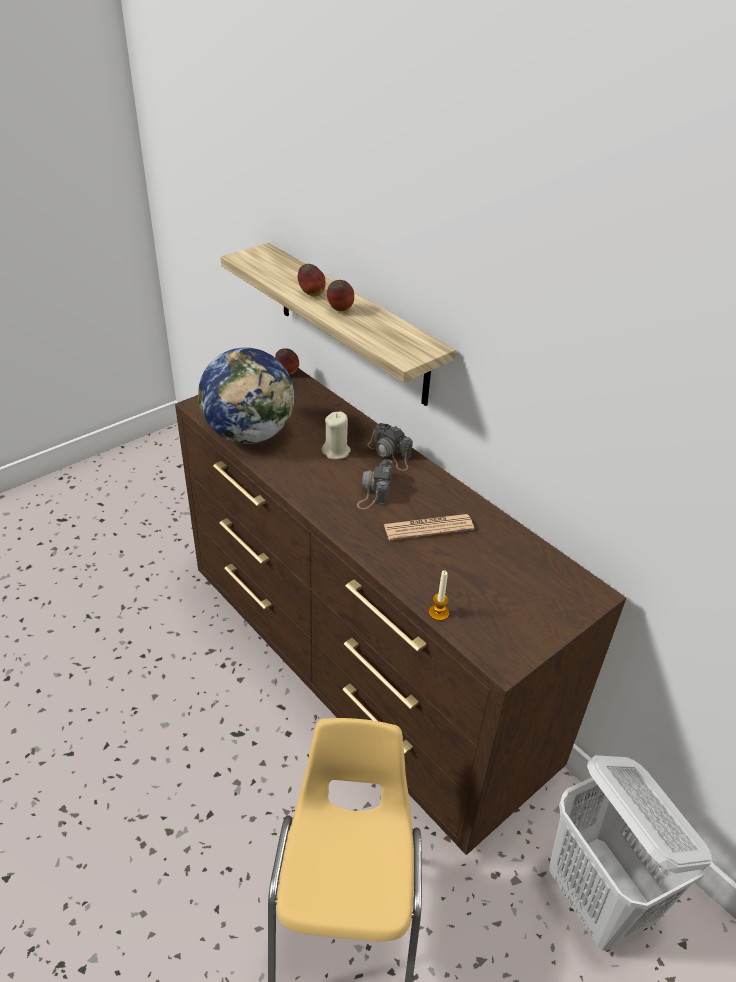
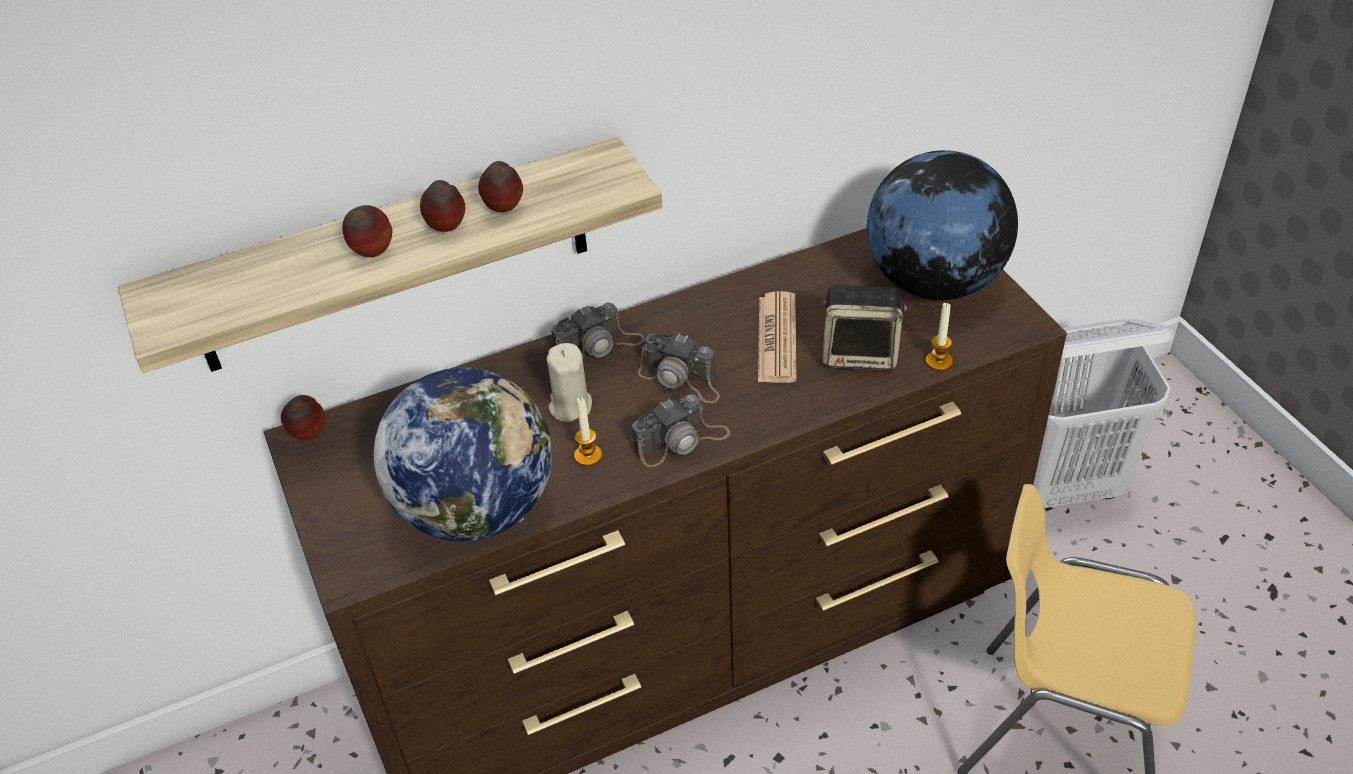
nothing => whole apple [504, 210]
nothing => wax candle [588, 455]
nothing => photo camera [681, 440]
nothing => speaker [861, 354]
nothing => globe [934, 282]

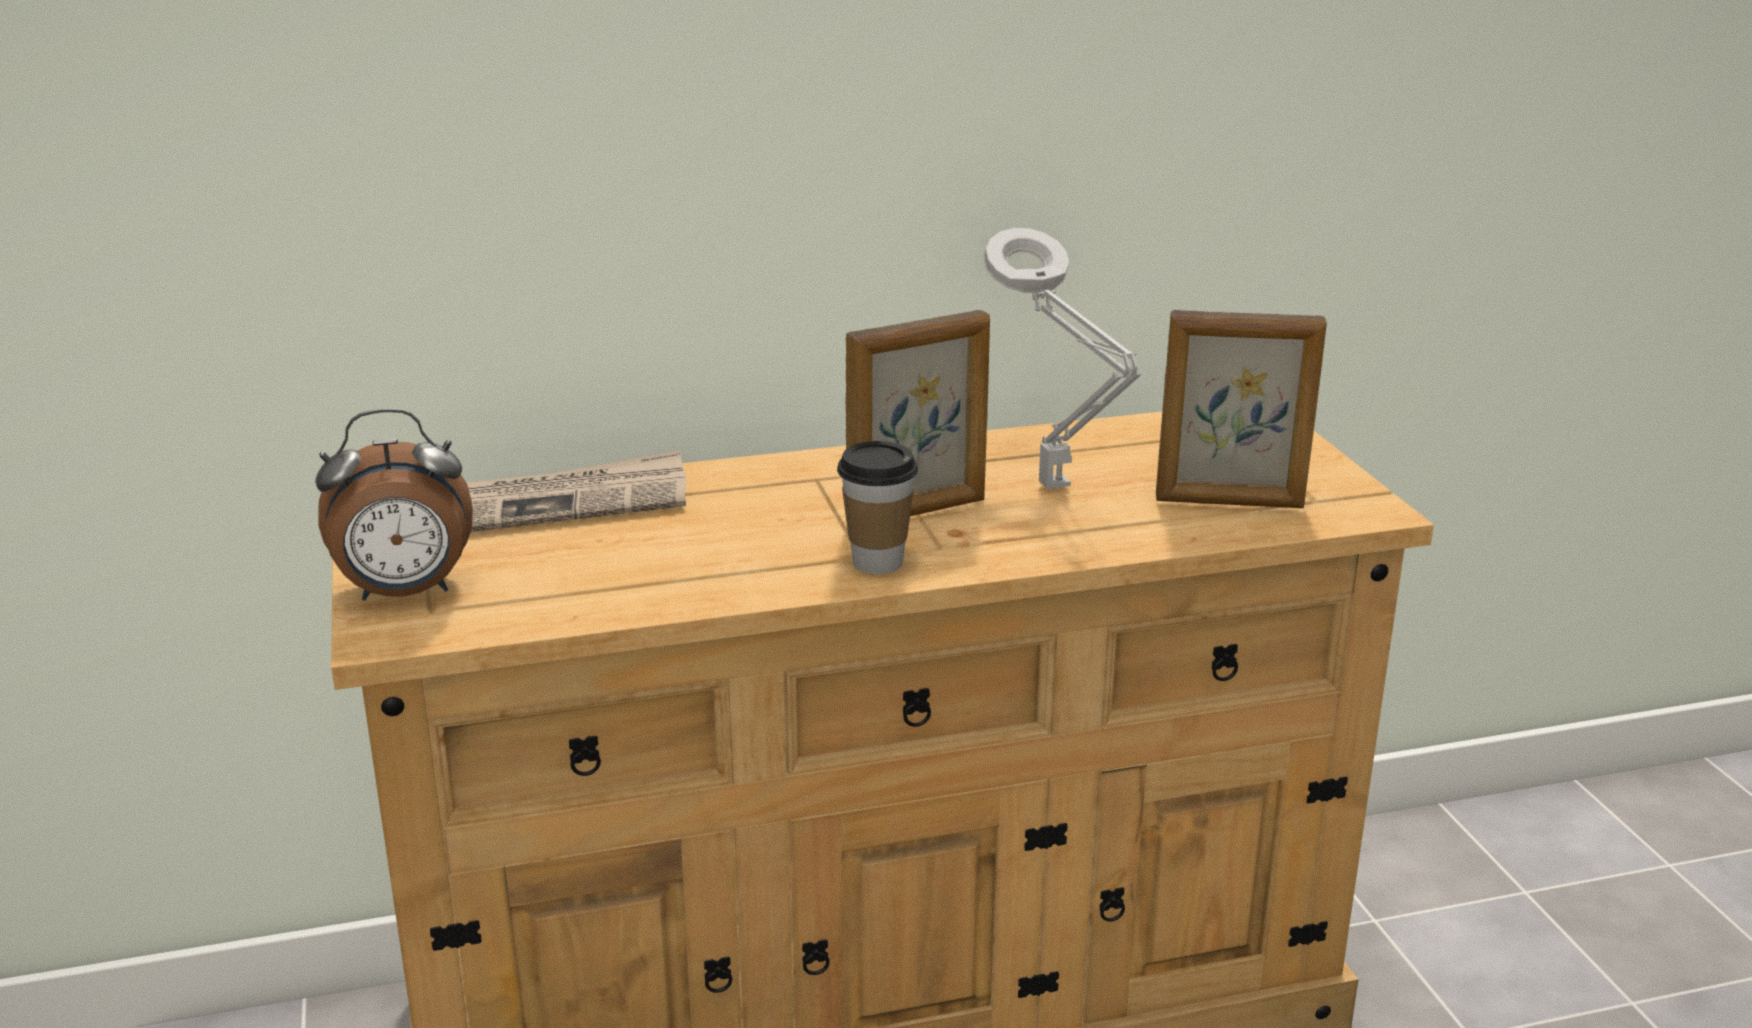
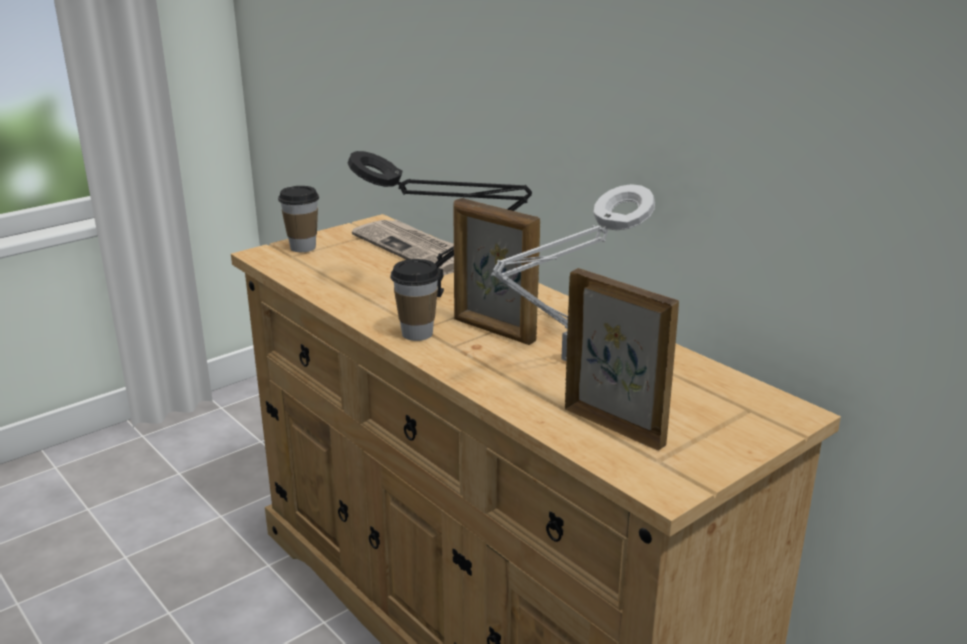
table clock [405, 593] => cup [303, 247]
photo frame [1229, 502] => photo frame [614, 426], 150 degrees clockwise
nothing => blackish tabletop lamp [441, 296]

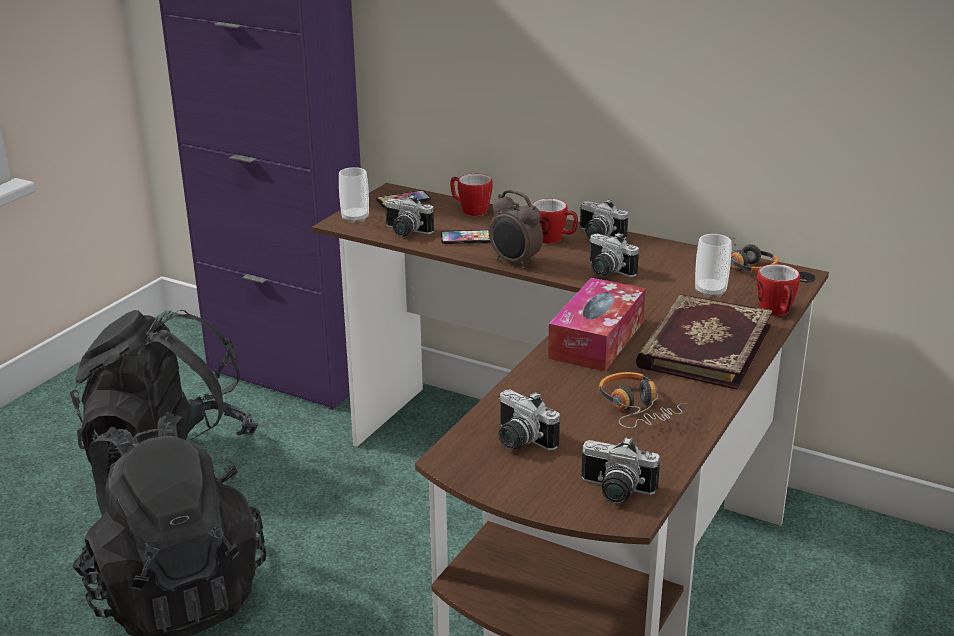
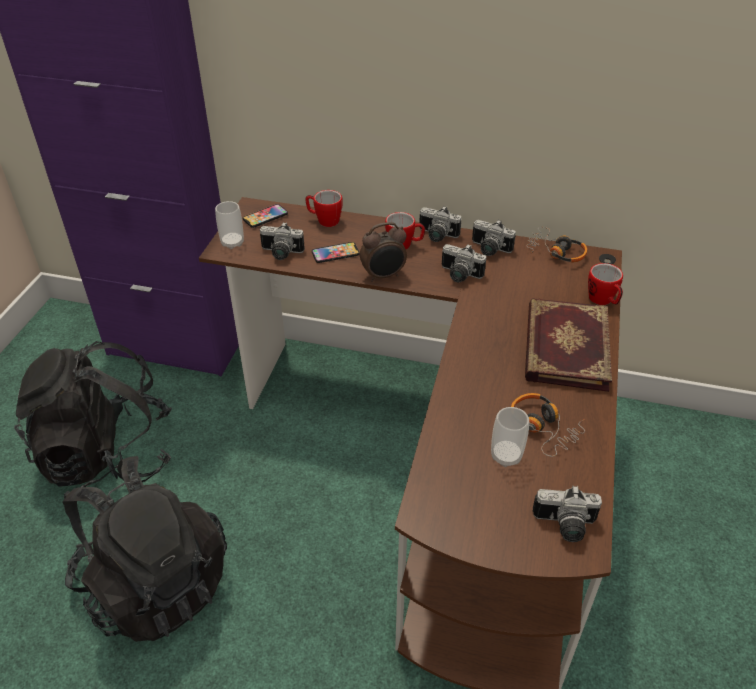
table clock [514, 263] => table clock [383, 276], 45 degrees counterclockwise
photo camera [519, 441] => photo camera [489, 250], shifted
tissue box [597, 339] => nothing
cup [710, 291] => cup [506, 456], shifted

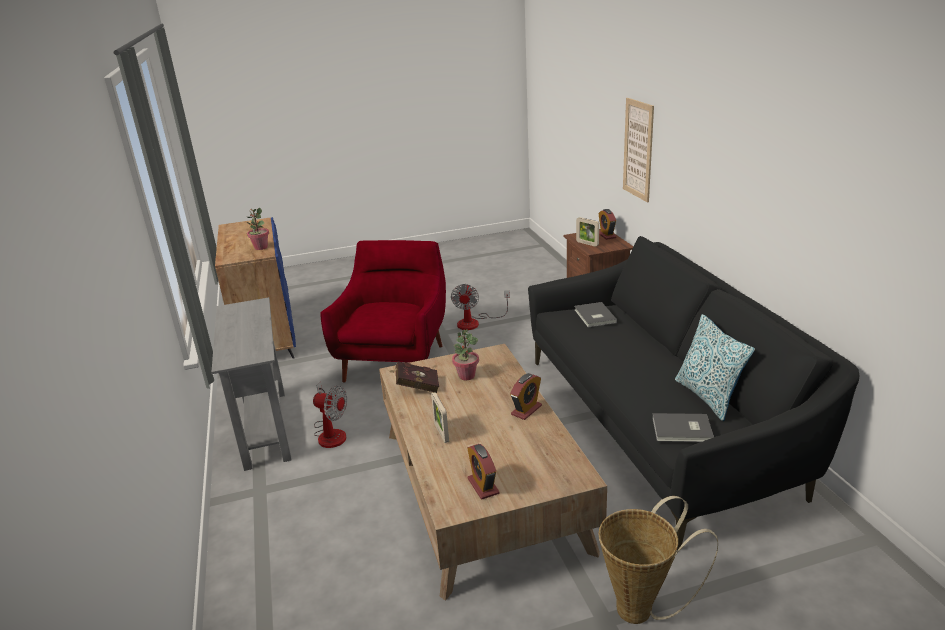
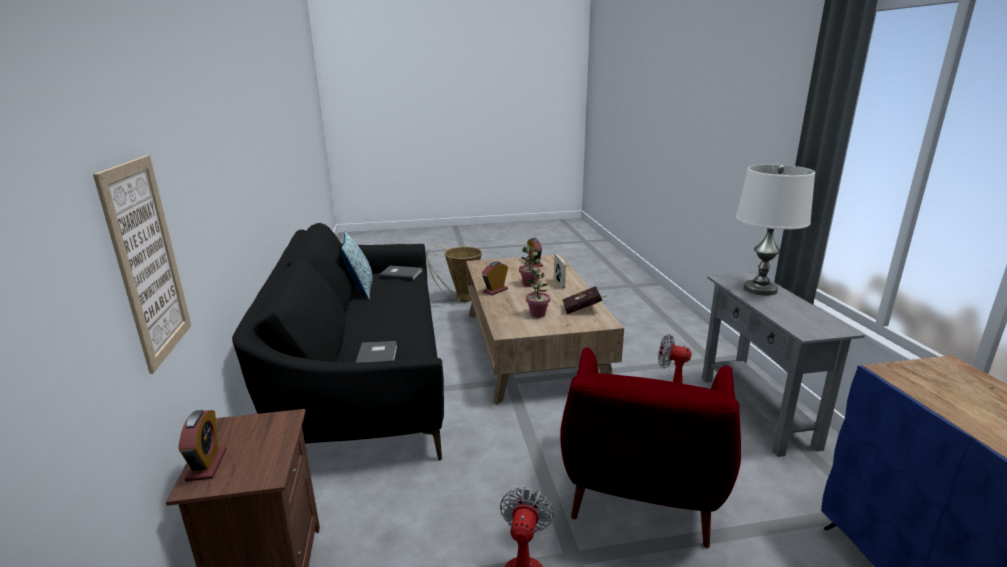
potted plant [261, 247] => potted plant [529, 284], shifted
photo frame [587, 243] => nothing
nothing => whitish tabletop lamp [760, 289]

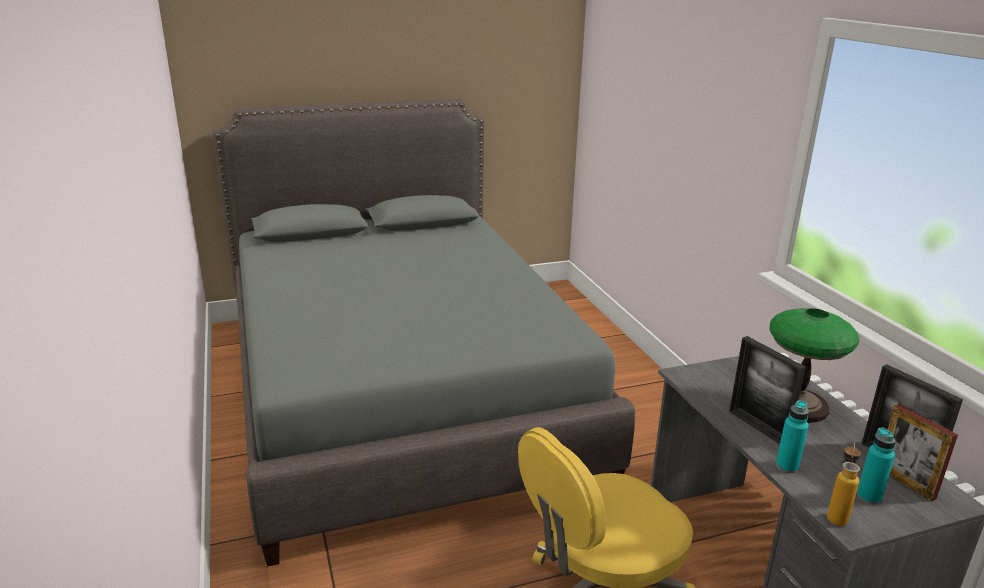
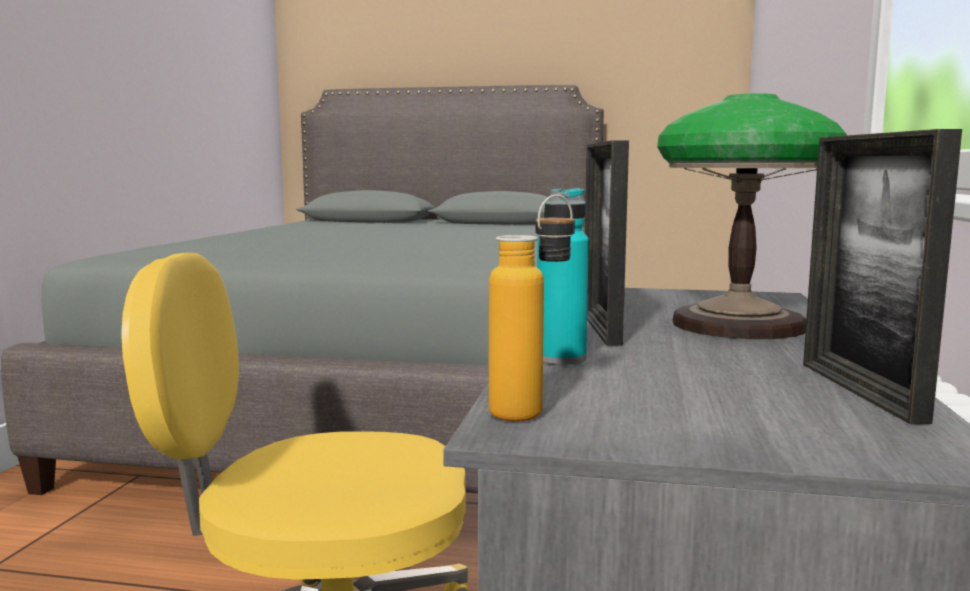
blue-green bottle [869, 497] => nothing
photo frame [905, 482] => nothing

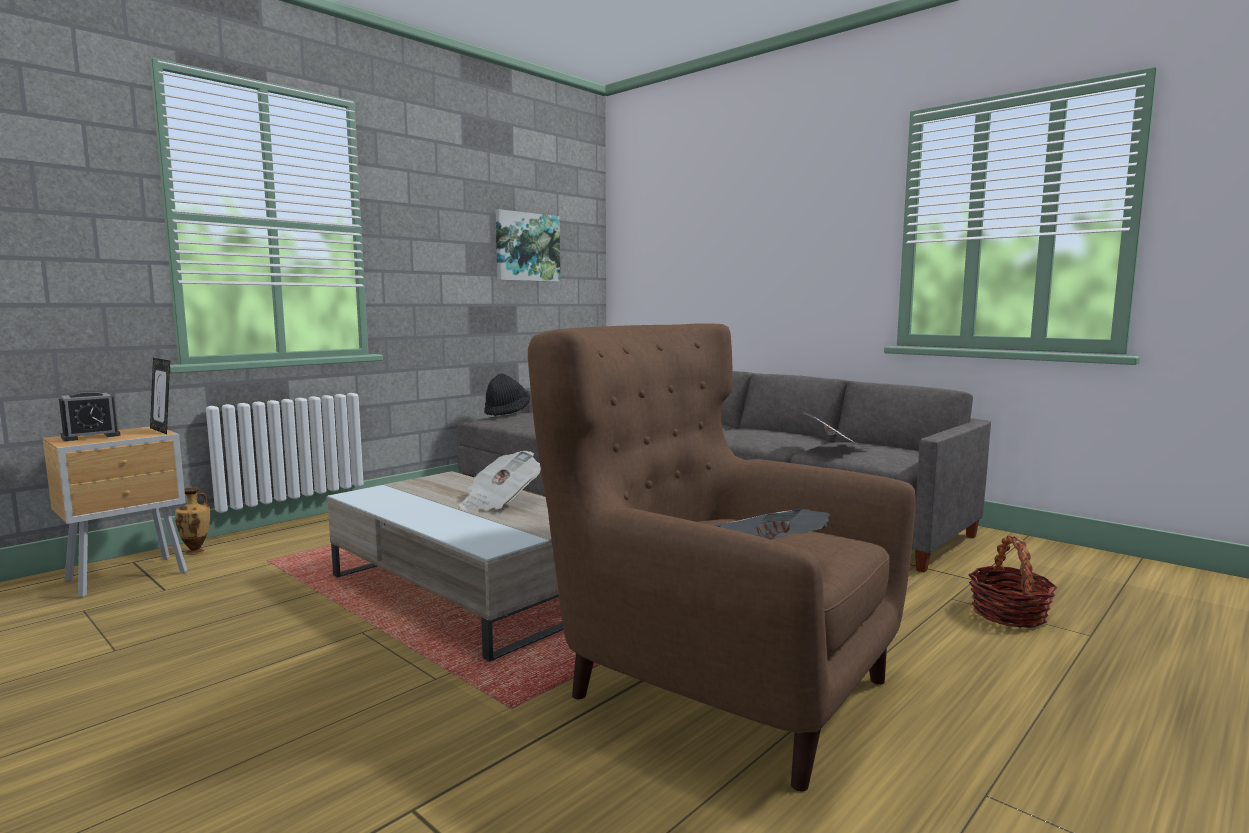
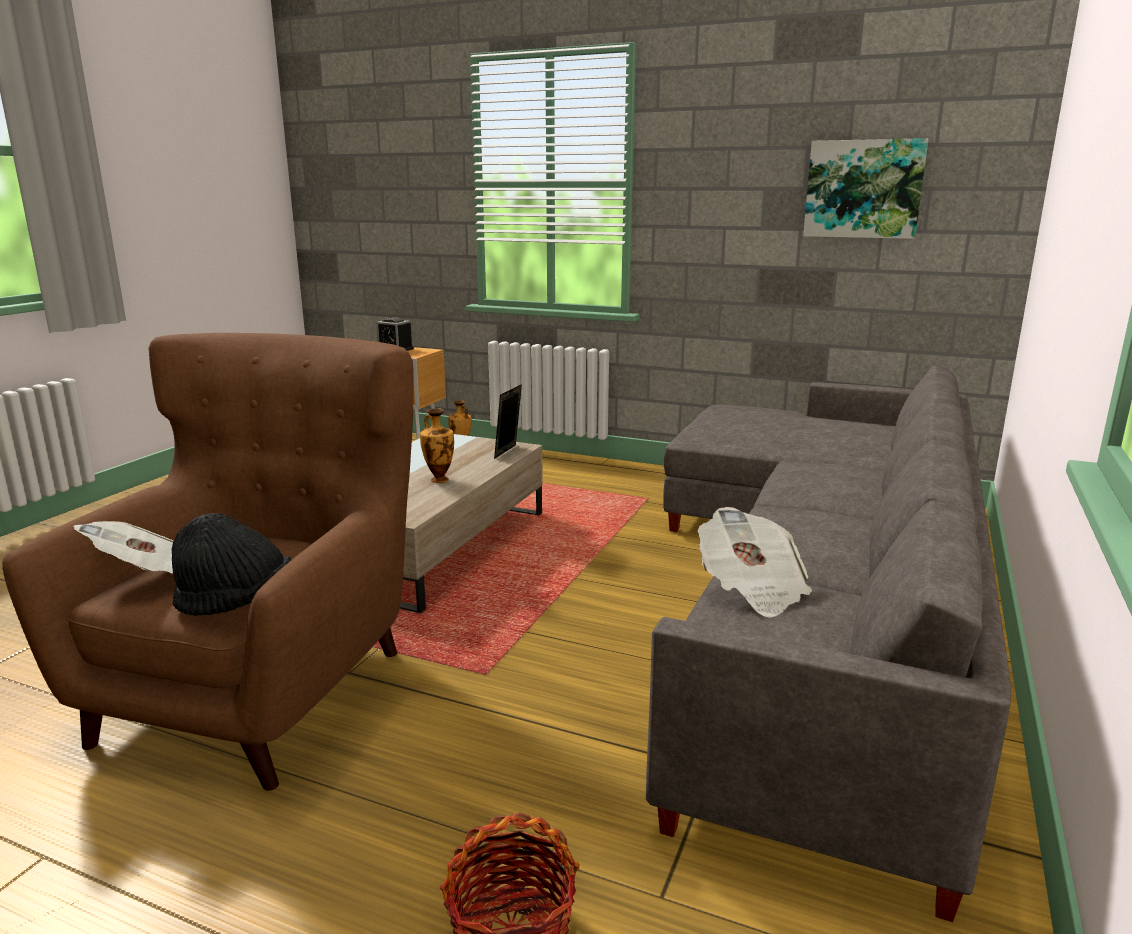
photo frame [163, 430] => photo frame [508, 452], shifted
newspaper [499, 502] => vase [439, 479]
blackish clothing hat [507, 412] => blackish clothing hat [235, 604], shifted

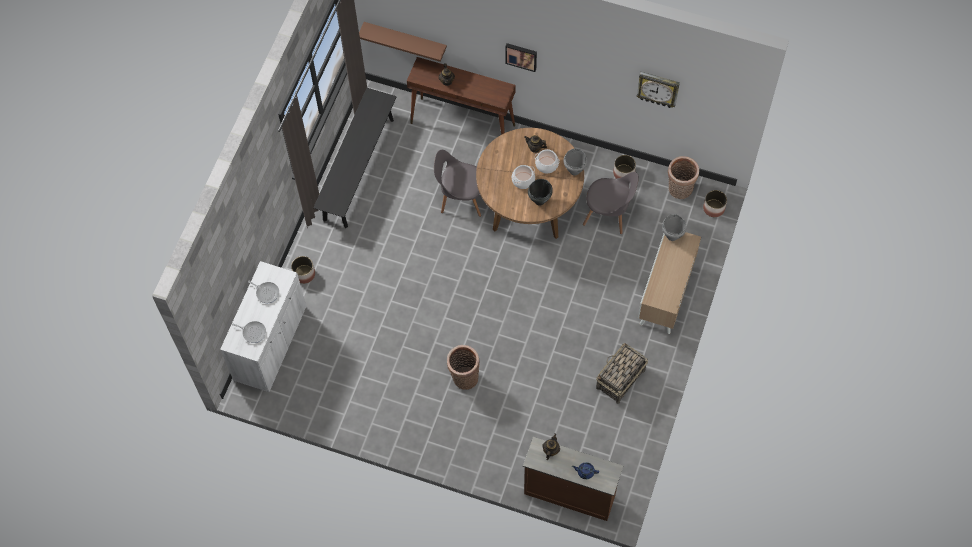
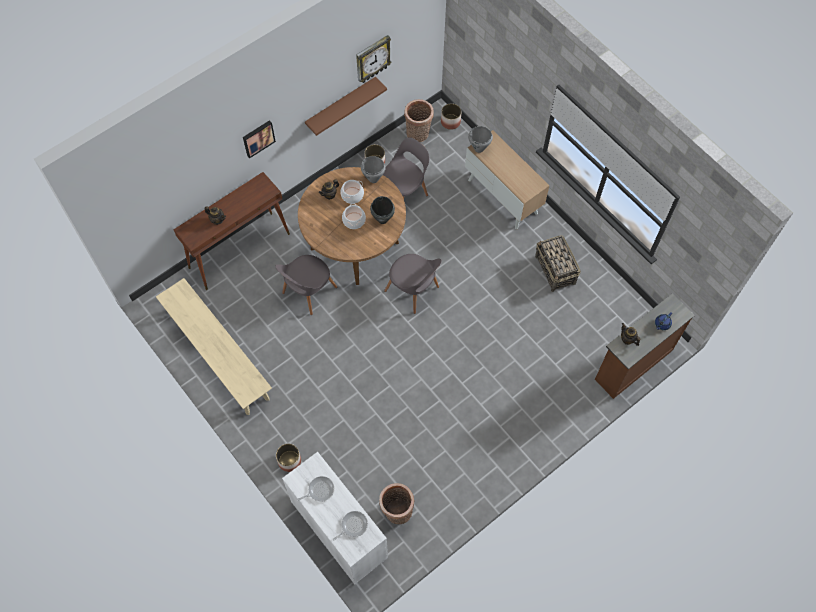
blackish bench [358, 169] => beige bench [218, 356]
brown-coloured wall shelf [405, 39] => brown-coloured wall shelf [341, 105], shifted
household basket [464, 377] => household basket [397, 512], shifted
nothing => gray upright chair [413, 290]

